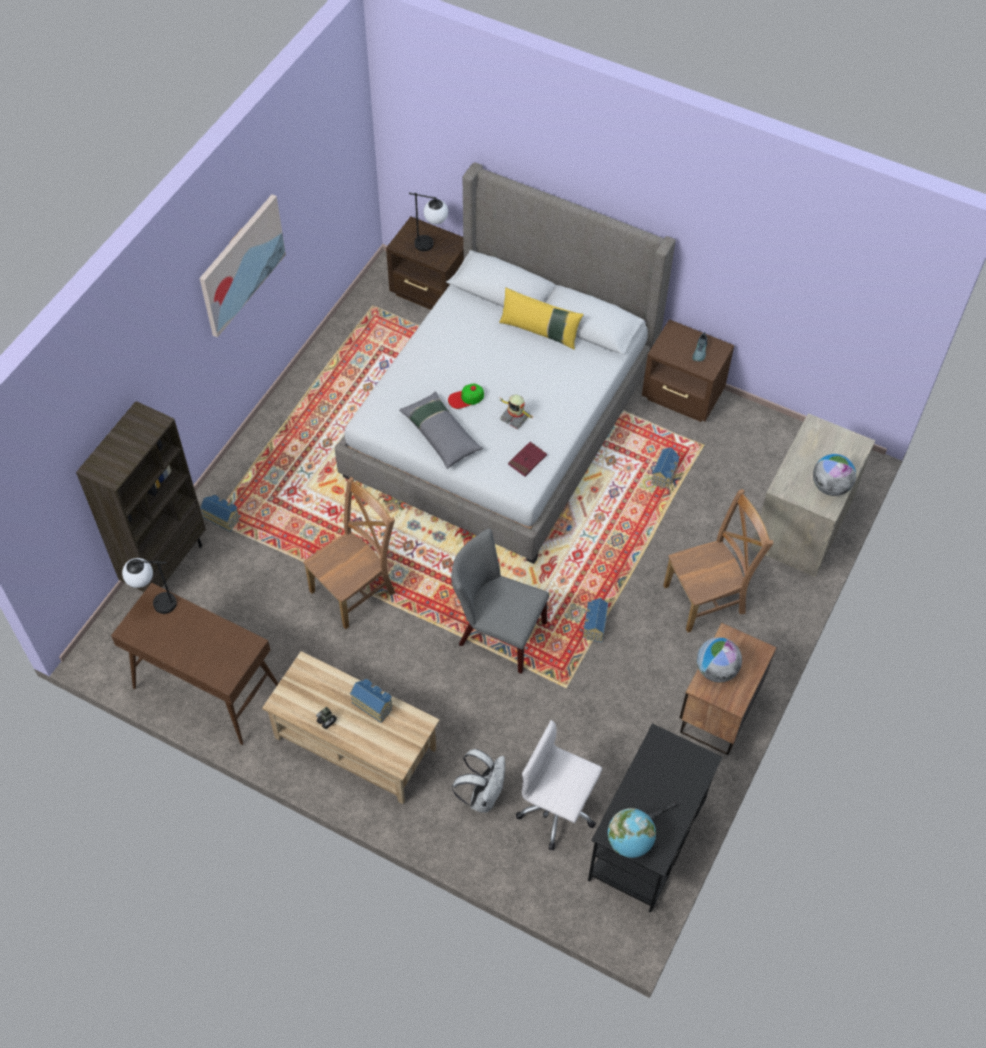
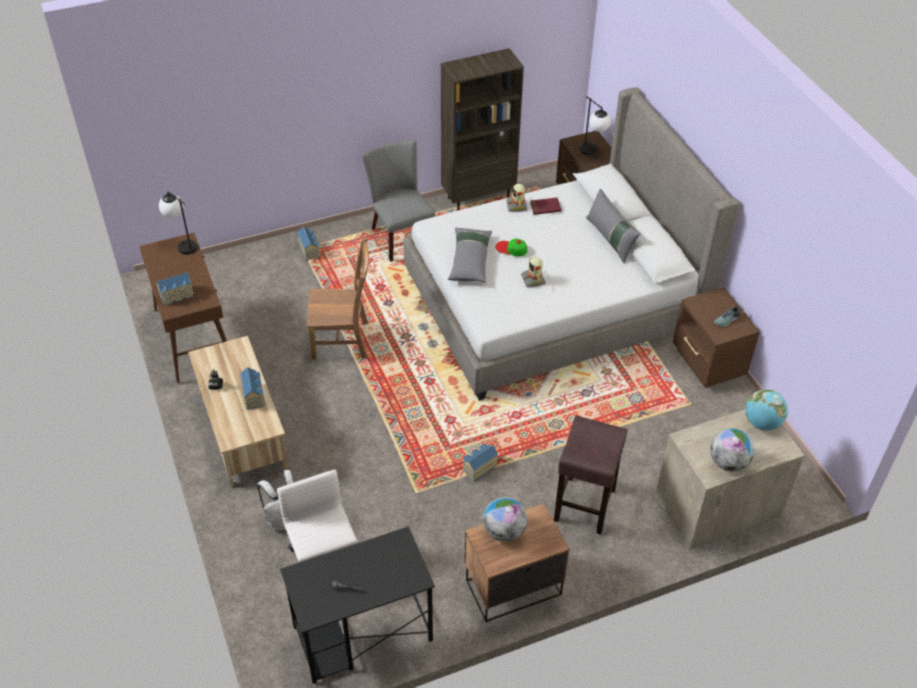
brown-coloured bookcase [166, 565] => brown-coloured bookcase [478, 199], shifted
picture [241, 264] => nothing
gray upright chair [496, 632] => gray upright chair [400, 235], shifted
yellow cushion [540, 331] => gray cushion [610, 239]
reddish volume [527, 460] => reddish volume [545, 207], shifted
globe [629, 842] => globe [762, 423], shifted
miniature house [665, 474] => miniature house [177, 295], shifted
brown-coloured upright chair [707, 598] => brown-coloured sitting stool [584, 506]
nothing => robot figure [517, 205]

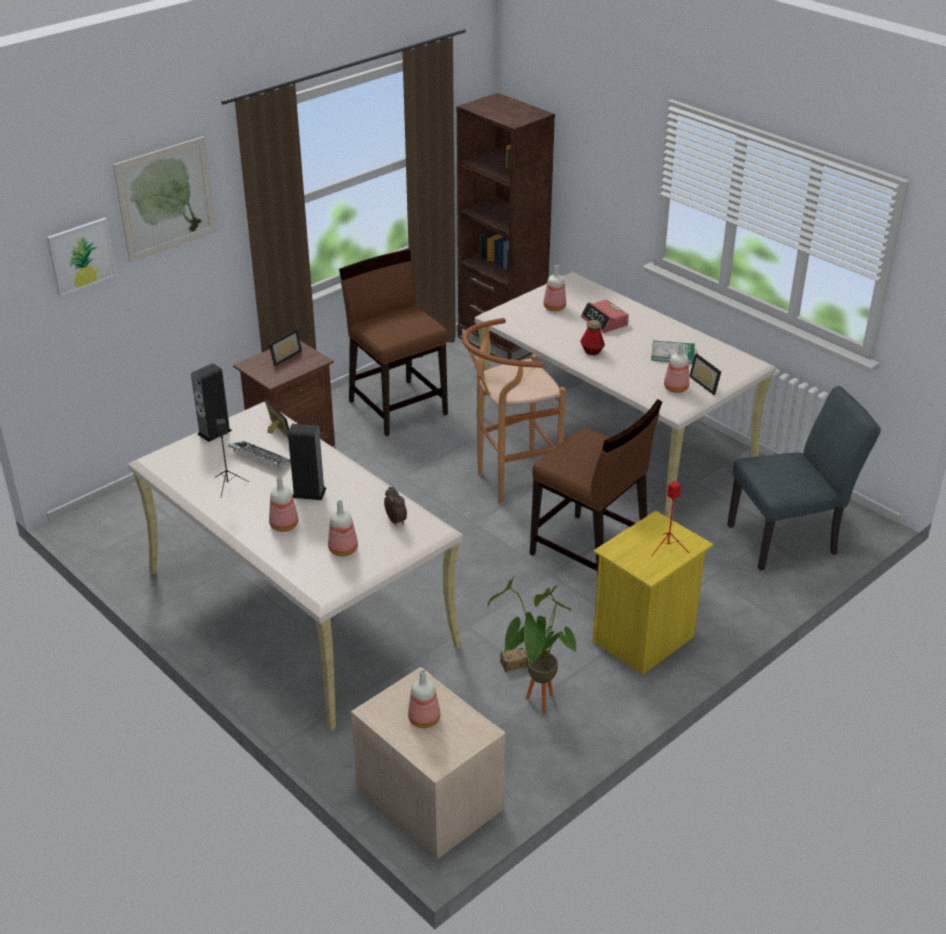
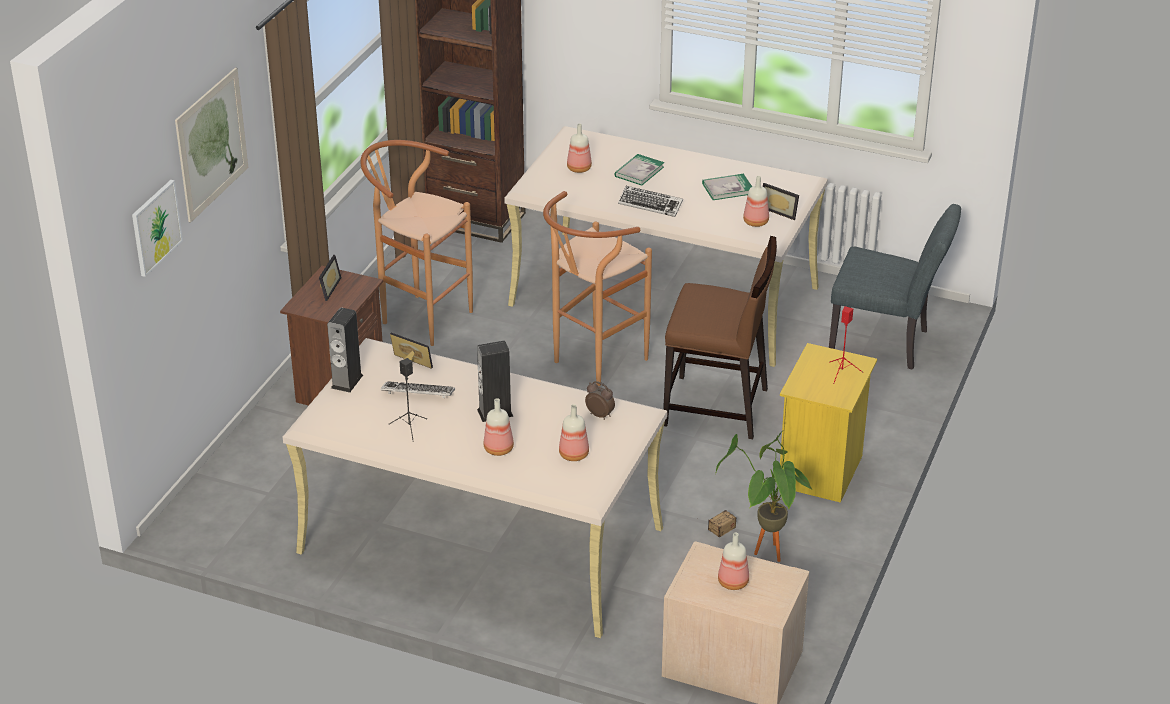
brown-coloured upright chair [398, 407] => brown-coloured sitting stool [419, 316]
bottle [592, 351] => PC keyboard [650, 205]
table clock [604, 321] => volume [639, 171]
gray upright chair [790, 539] => gray upright chair [887, 344], 60 degrees clockwise

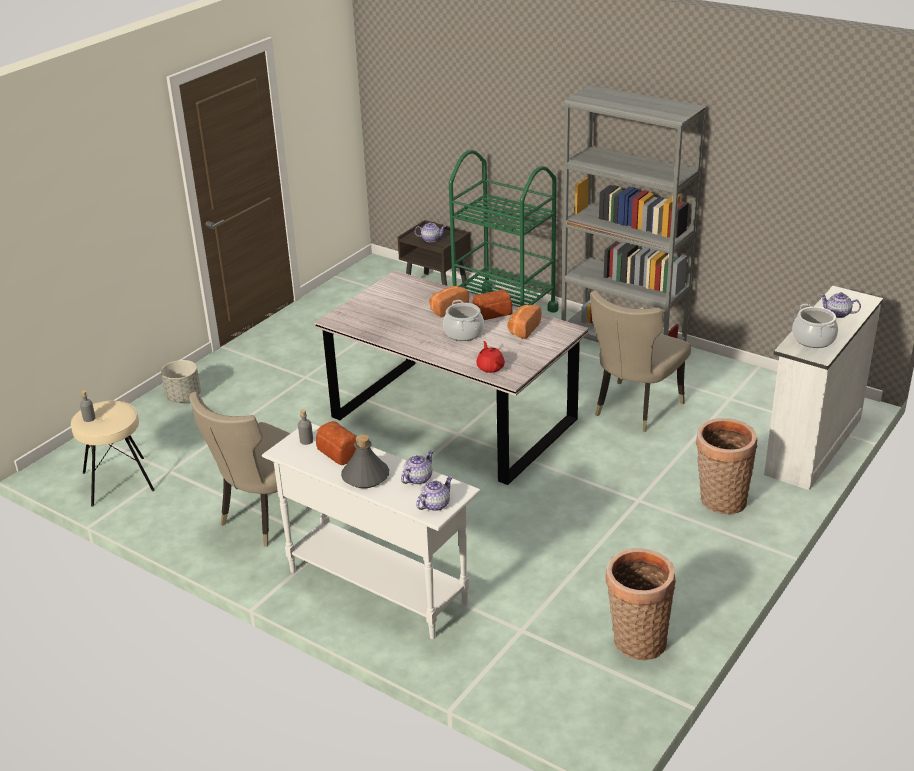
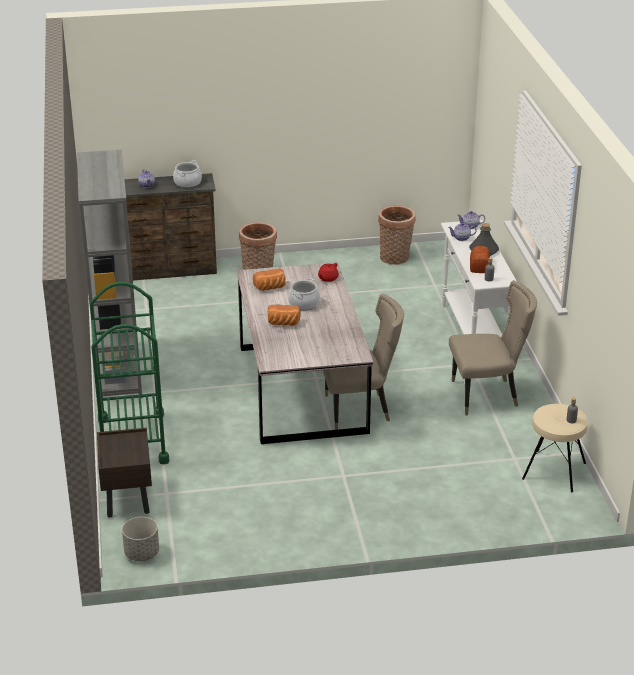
gray flower pot [183, 397] => gray flower pot [142, 553], shifted
tea pot [430, 239] => nothing
bread [493, 313] => nothing
beige upright chair [634, 409] => beige upright chair [360, 410], shifted
whitish chest of drawers [811, 446] => brown-coloured chest of drawers [168, 270]

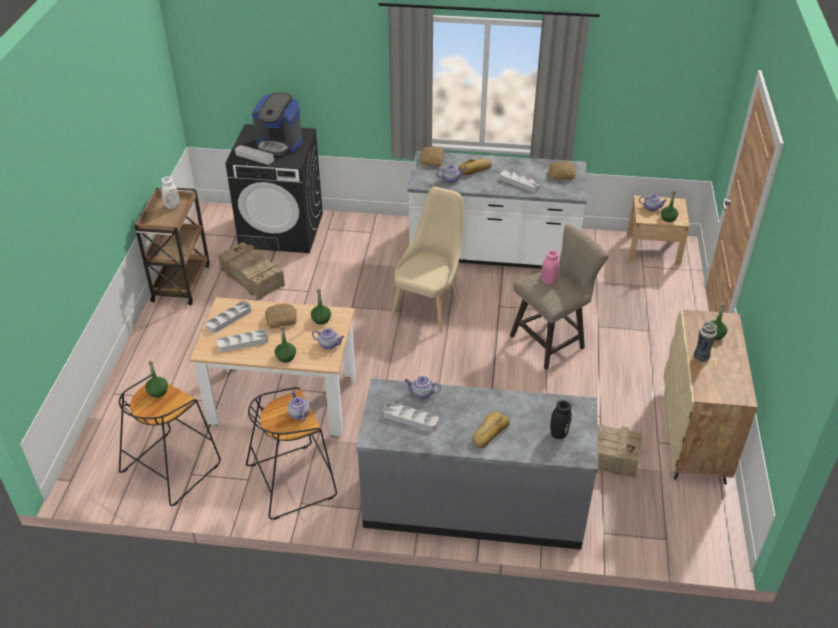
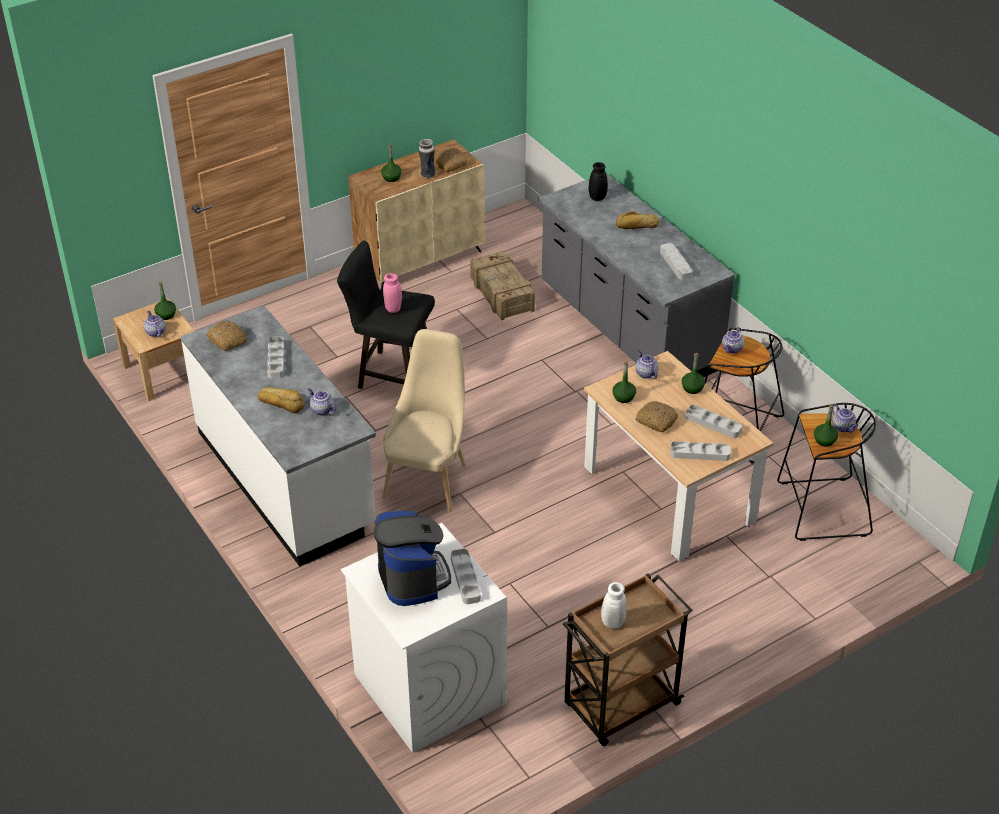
packing crate [252, 278] => nothing
blackish laundry machine [282, 230] => whitish laundry machine [429, 688]
beige upright chair [429, 305] => beige upright chair [428, 478], 120 degrees clockwise
tea pot [422, 393] => tea pot [843, 427], shifted
bread [432, 160] => bread [451, 164], shifted
beige sitting stool [552, 341] => blackish sitting stool [390, 374]

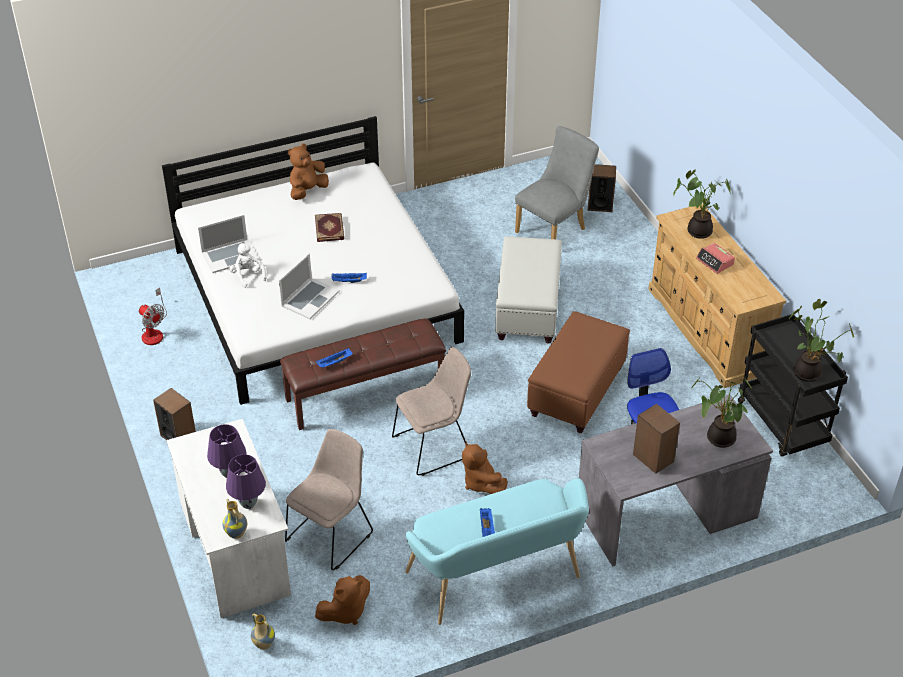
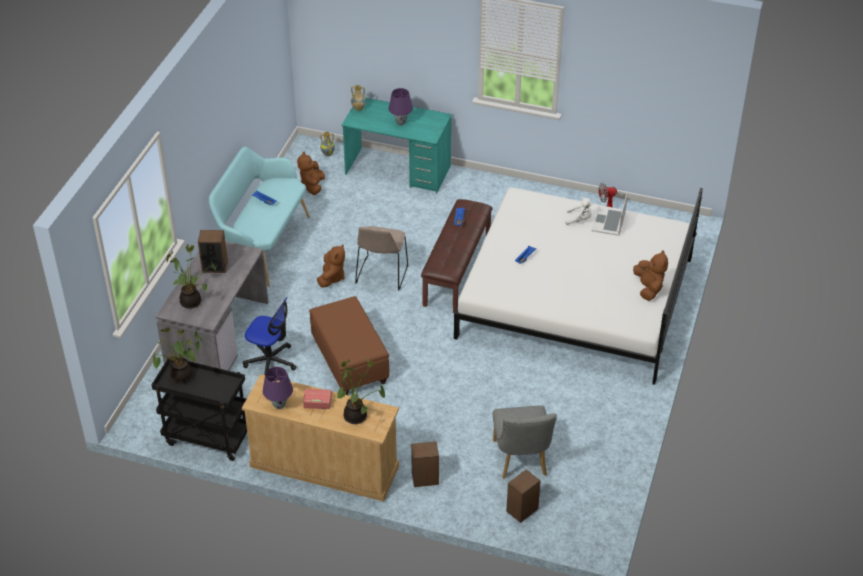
speaker [178, 436] => speaker [425, 478], shifted
whitish desk [235, 549] => blue-green desk [398, 170]
purplish tabletop lamp [248, 504] => purplish tabletop lamp [279, 405], shifted
portable computer [310, 298] => nothing
beige upright chair [331, 535] => nothing
volume [330, 229] => nothing
brown-coloured soft toy [481, 483] => brown-coloured soft toy [331, 277], 90 degrees clockwise
whitish footrest [527, 309] => nothing

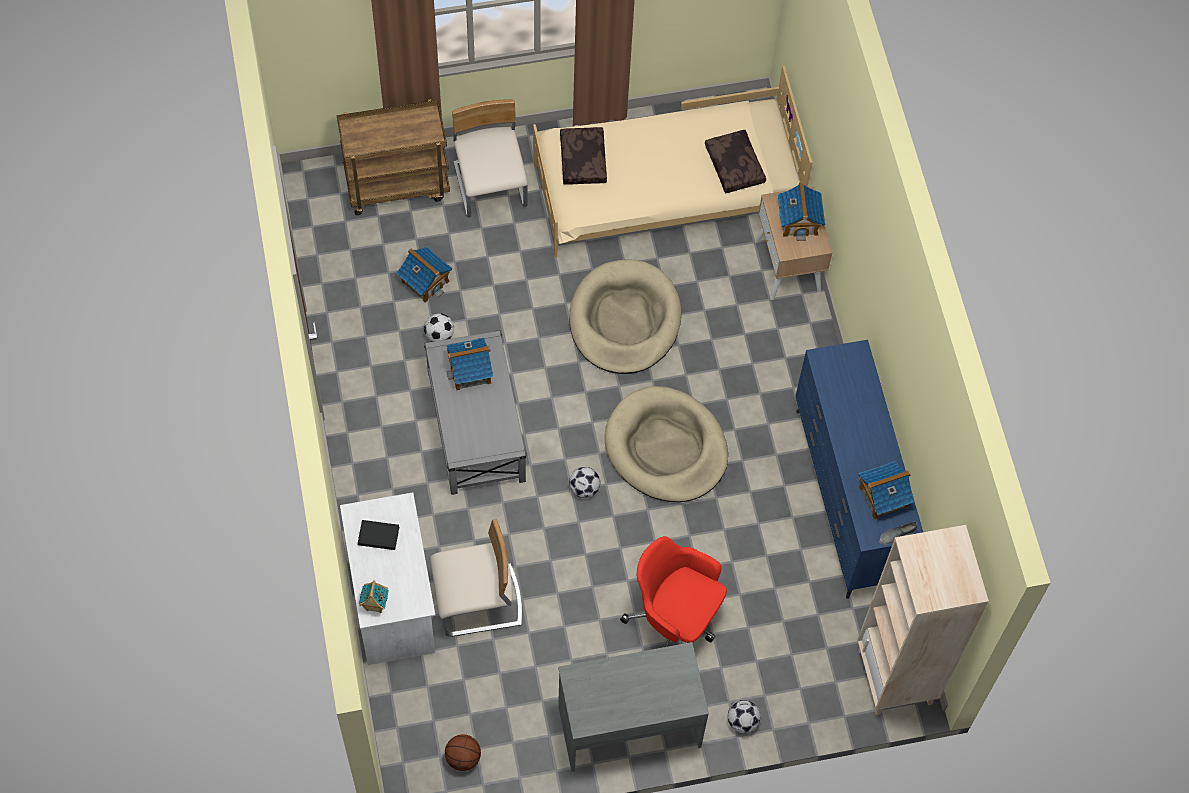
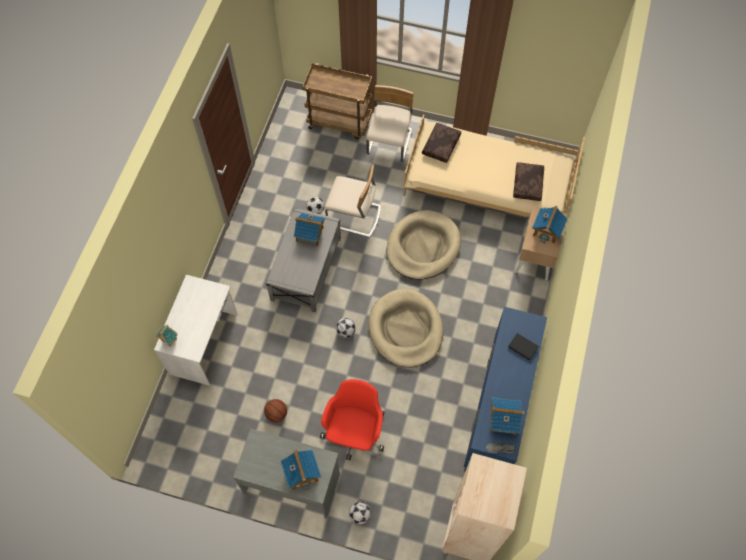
blackish volume [378, 536] => blackish volume [522, 347], shifted
miniature house [425, 281] => miniature house [302, 472], shifted
beige upright chair [478, 602] => beige upright chair [354, 216], shifted
ball for basketball [463, 758] => ball for basketball [277, 414], shifted
reddish computer chair [675, 619] => reddish computer chair [354, 432], 45 degrees clockwise

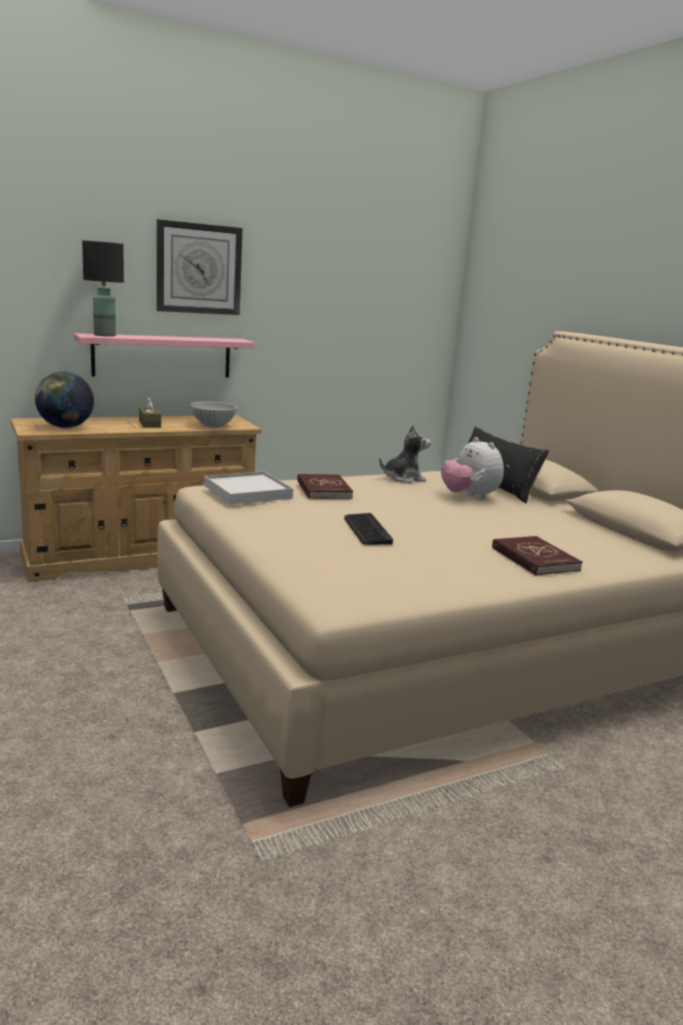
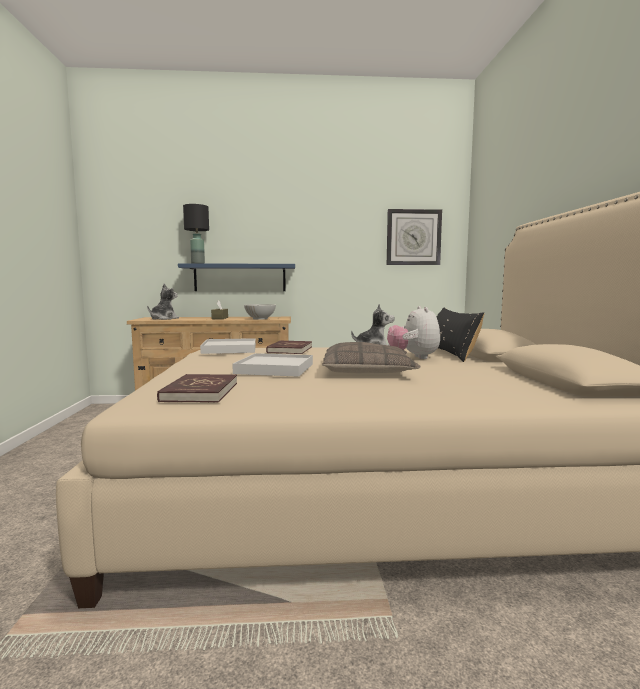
globe [65, 427] => soft toy [164, 319]
pink-coloured wall shelf [162, 356] => bluish wall shelf [240, 278]
clock on the wall [199, 269] => clock on the wall [413, 237], shifted
PC keyboard [367, 530] => whitish tray [275, 369]
reddish volume [534, 559] => reddish volume [200, 392], shifted
nothing => cushion [368, 371]

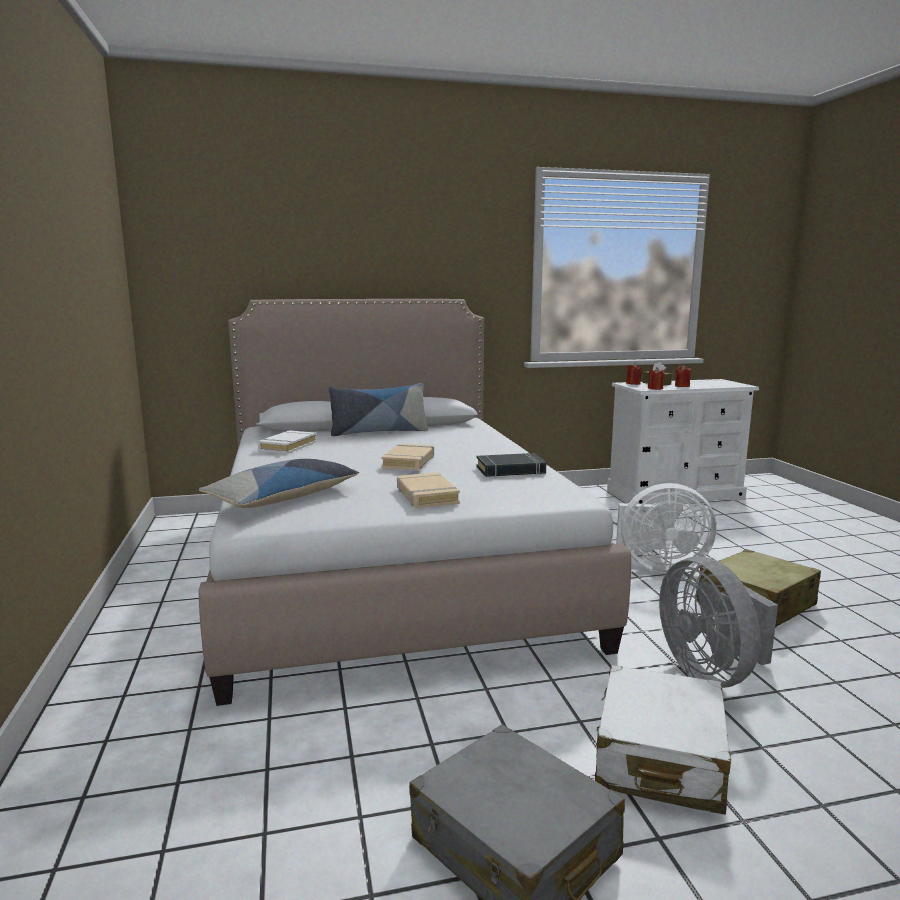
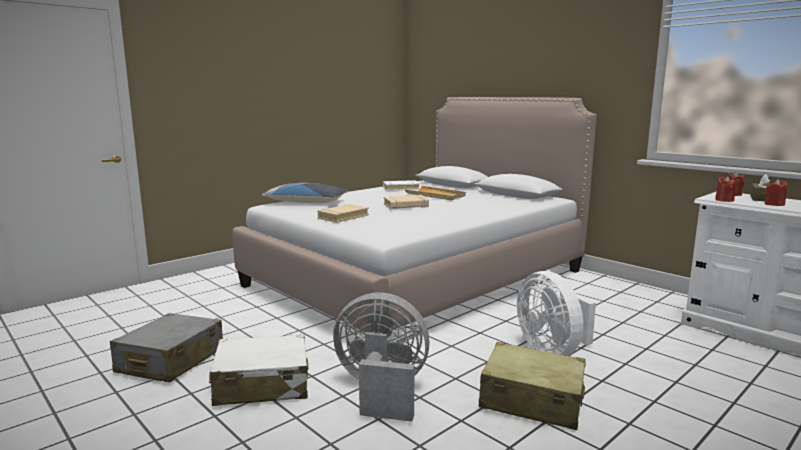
cushion [379, 432] => nothing
blackish volume [510, 470] => nothing
gray electric fan [711, 672] => gray electric fan [381, 391], 60 degrees clockwise
nothing => beige tray [435, 195]

